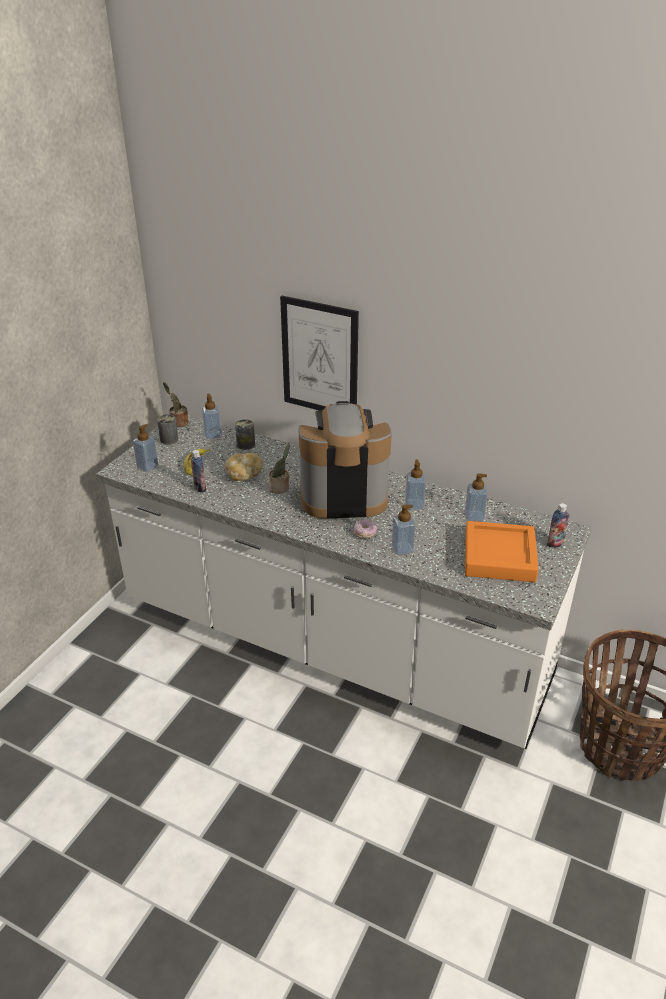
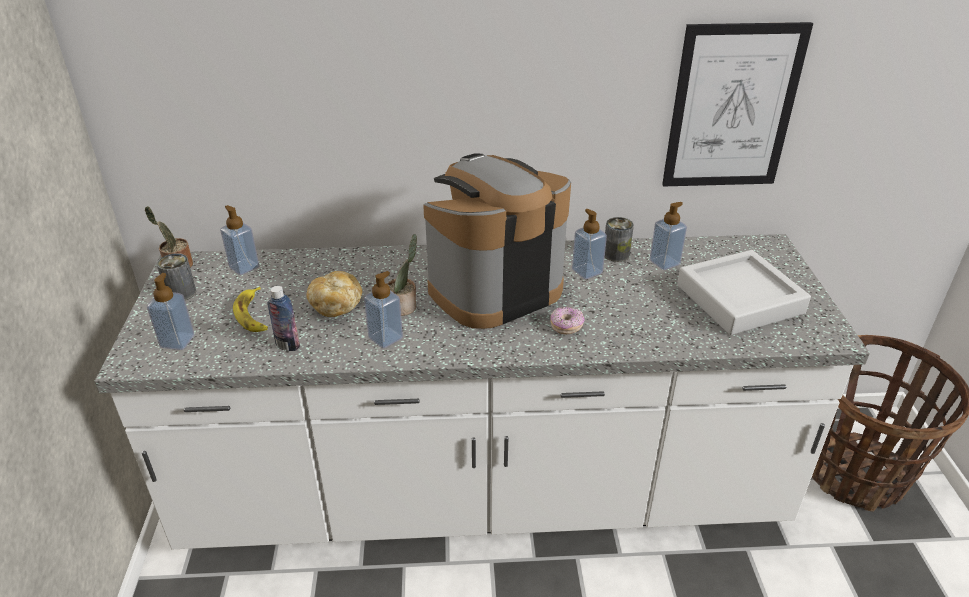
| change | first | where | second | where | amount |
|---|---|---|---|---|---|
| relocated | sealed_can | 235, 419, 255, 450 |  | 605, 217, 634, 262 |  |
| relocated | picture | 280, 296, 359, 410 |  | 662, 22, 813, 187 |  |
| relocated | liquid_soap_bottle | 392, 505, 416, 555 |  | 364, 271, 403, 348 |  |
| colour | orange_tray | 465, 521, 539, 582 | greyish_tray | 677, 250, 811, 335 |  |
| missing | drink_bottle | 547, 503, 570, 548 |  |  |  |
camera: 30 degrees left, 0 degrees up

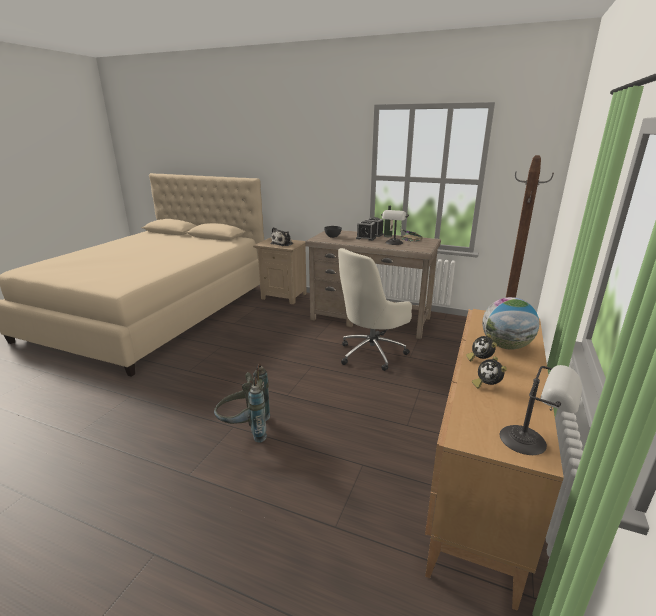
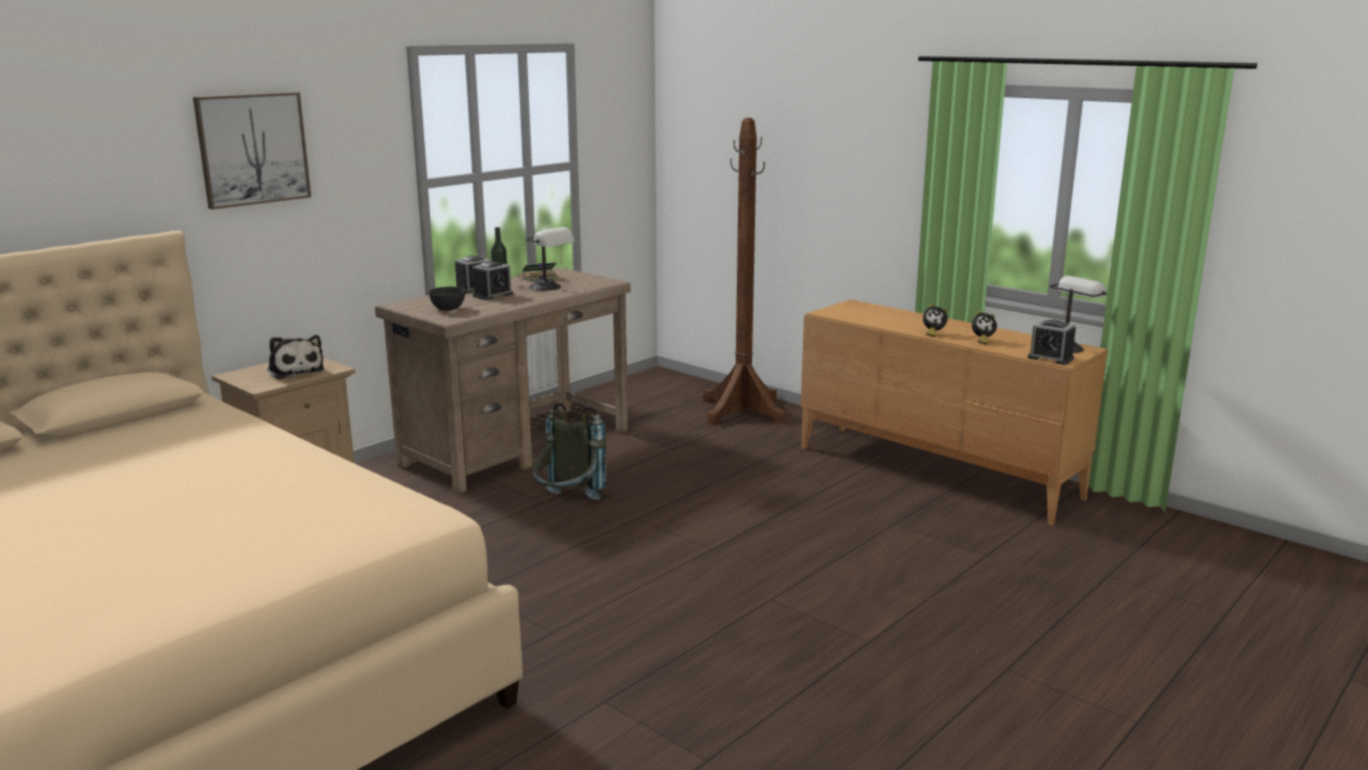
| change | first | where | second | where | amount |
|---|---|---|---|---|---|
| relocated | greyish_backpack | 214, 363, 270, 443 |  | 533, 403, 607, 500 |  |
| missing | beige_office_chair | 338, 248, 412, 371 |  |  |  |
| missing | globe | 482, 297, 539, 350 |  |  |  |
| appeared |  |  | picture | 193, 92, 311, 209 |  |
| appeared |  |  | alarm_clock | 1028, 320, 1076, 365 |  |
camera: 70 degrees left, 5 degrees down

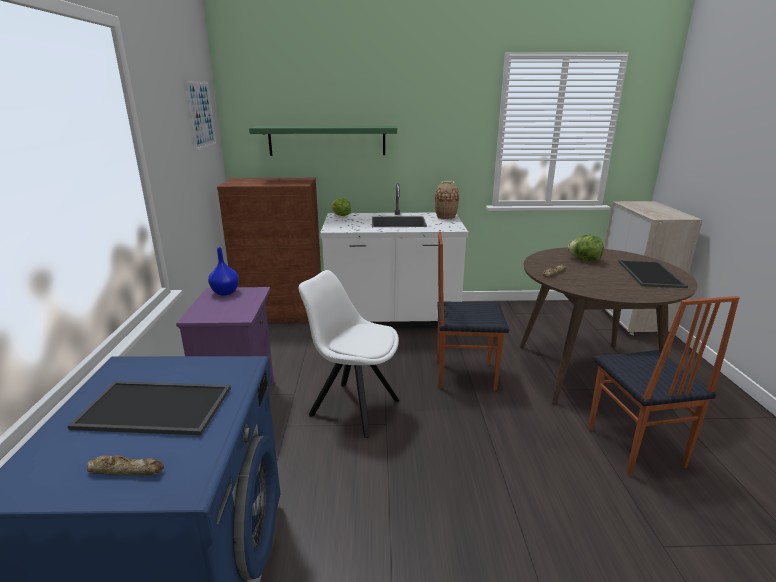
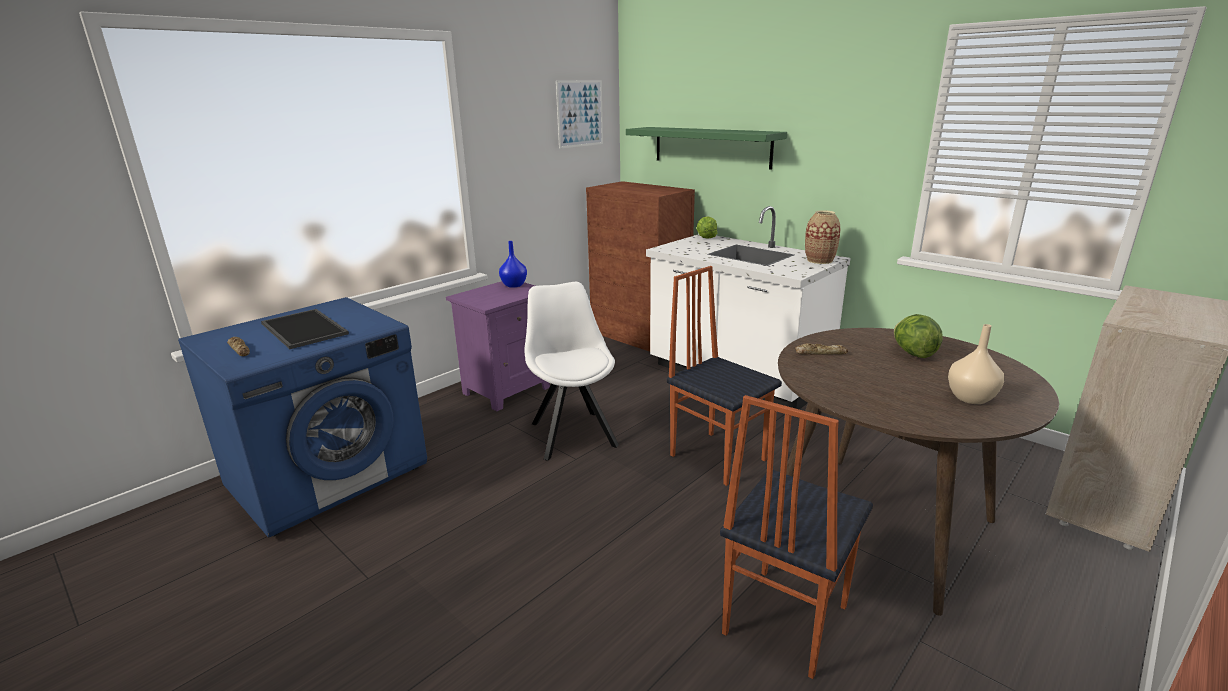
| change | first | where | second | where | amount |
|---|---|---|---|---|---|
| exchanged | tray | 619, 260, 688, 288 | beige_flower_vase | 948, 324, 1004, 404 |  |
camera: 45 degrees right, 0 degrees up

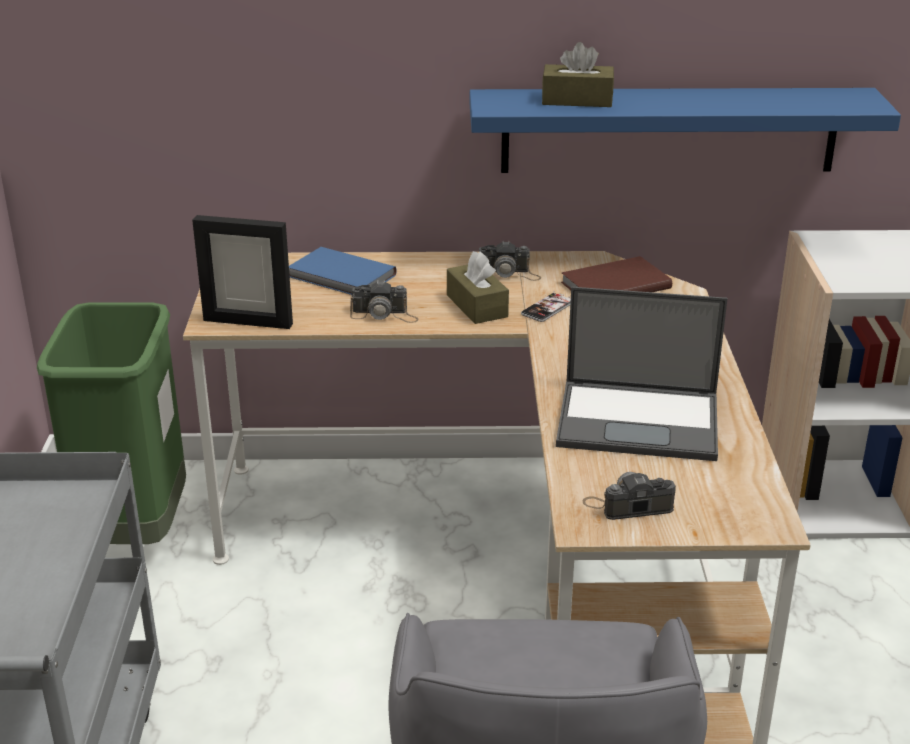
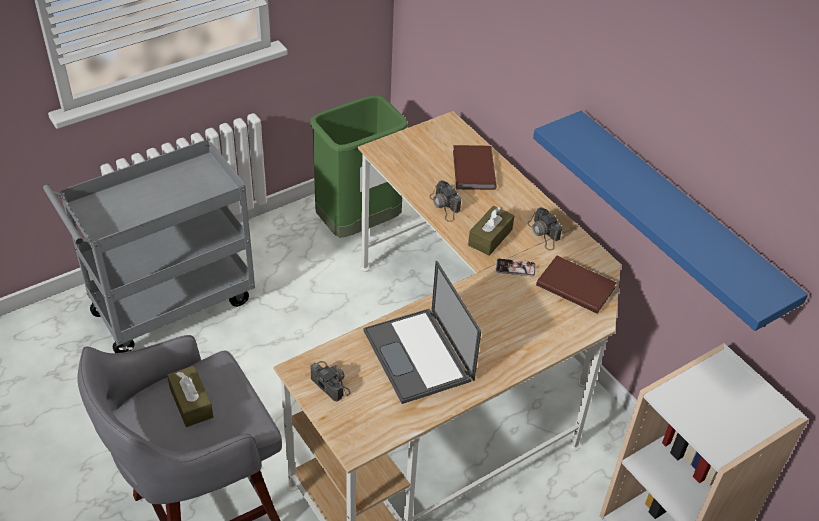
| change | first | where | second | where | amount |
|---|---|---|---|---|---|
| missing | picture_frame | 192, 215, 293, 329 |  |  |  |
| colour | bluish_volume | 289, 247, 396, 295 | brown-coloured_volume | 453, 145, 497, 190 |  |
| relocated | brown-coloured_box_of_tissues | 542, 42, 614, 107 |  | 167, 366, 213, 427 |  |
camera: 55 degrees right, 15 degrees up

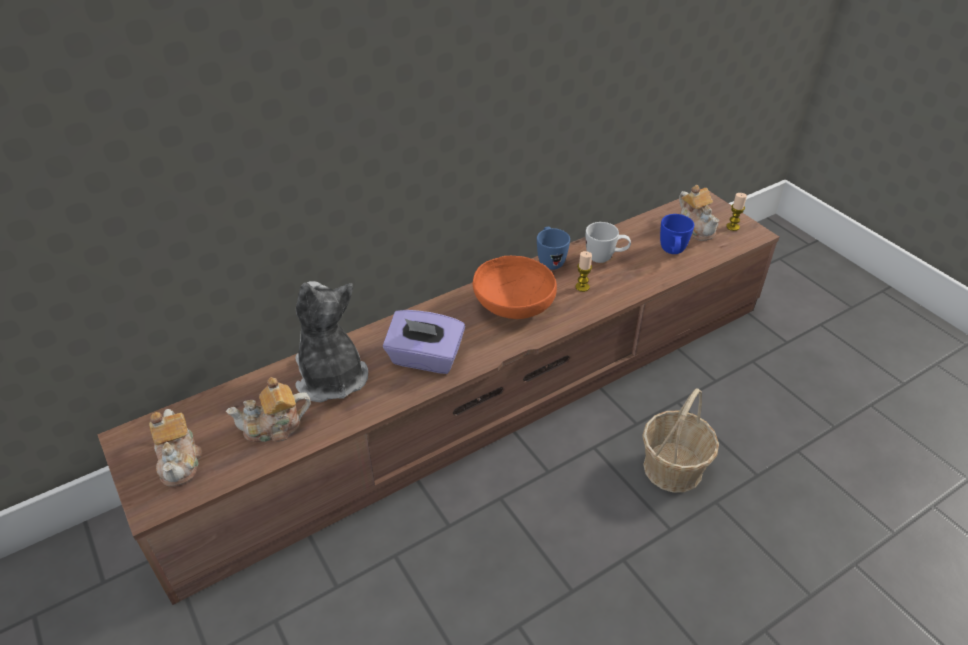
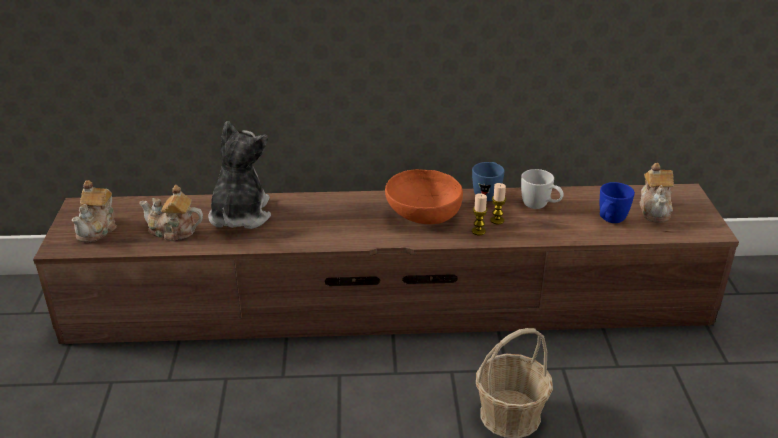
| change | first | where | second | where | amount |
|---|---|---|---|---|---|
| missing | purplish_box_of_tissues | 383, 310, 465, 374 |  |  |  |
| relocated | wax_light | 726, 193, 747, 231 |  | 472, 193, 487, 235 |  |
camera: 30 degrees right, 10 degrees down

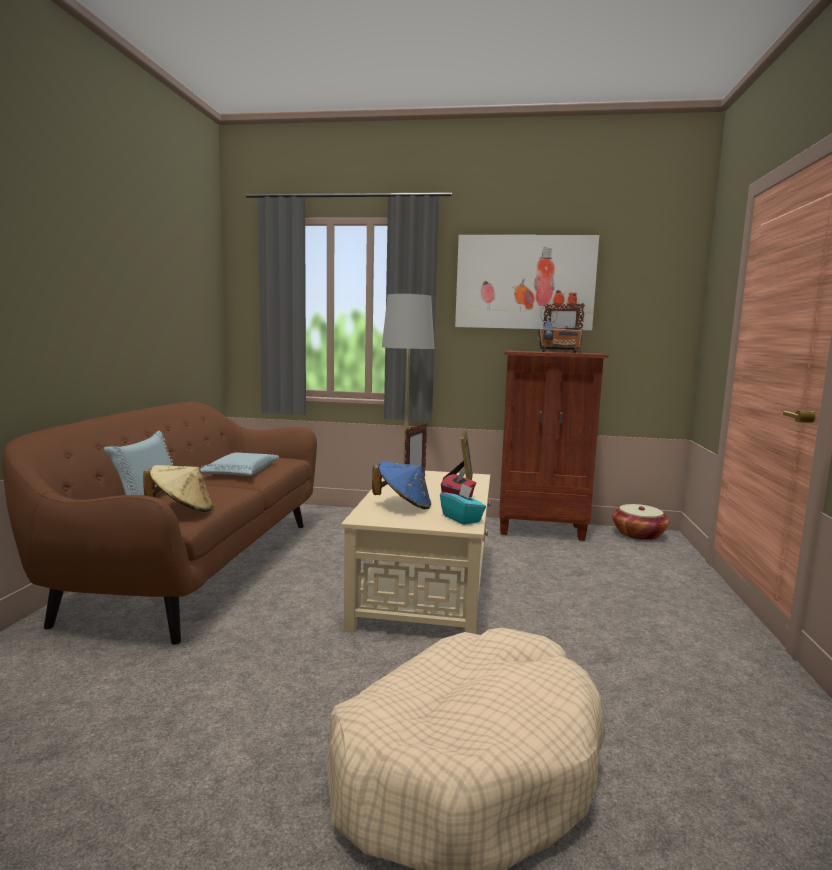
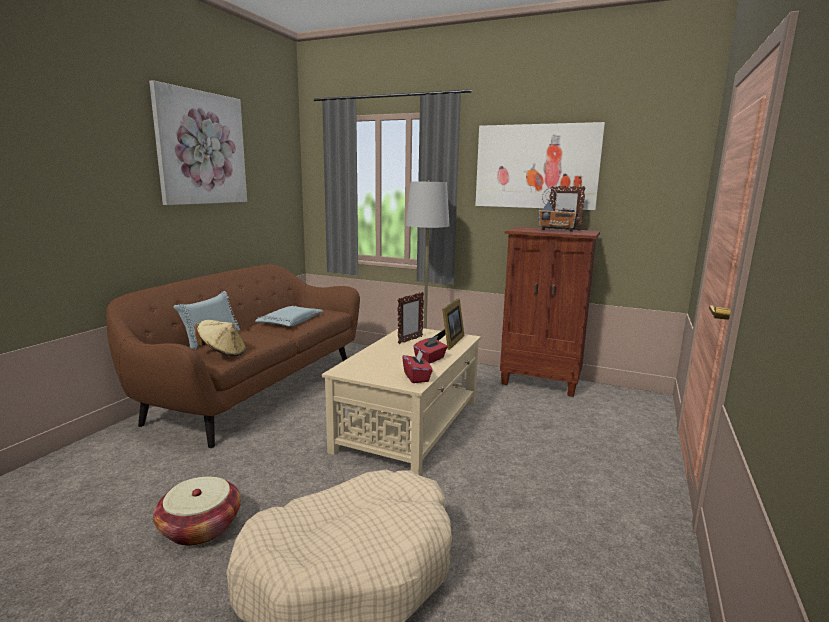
| change | first | where | second | where | amount |
|---|---|---|---|---|---|
| missing | bluish_wearable_hat | 372, 462, 431, 509 |  |  |  |
| colour | turquoise_box_of_tissues | 440, 483, 486, 525 | red_box_of_tissues | 402, 349, 433, 383 |  |
| relocated | household_basket | 612, 504, 669, 540 |  | 153, 476, 241, 546 |  |
| appeared |  |  | picture | 149, 80, 247, 205 |  |
camera: 15 degrees right, 5 degrees up

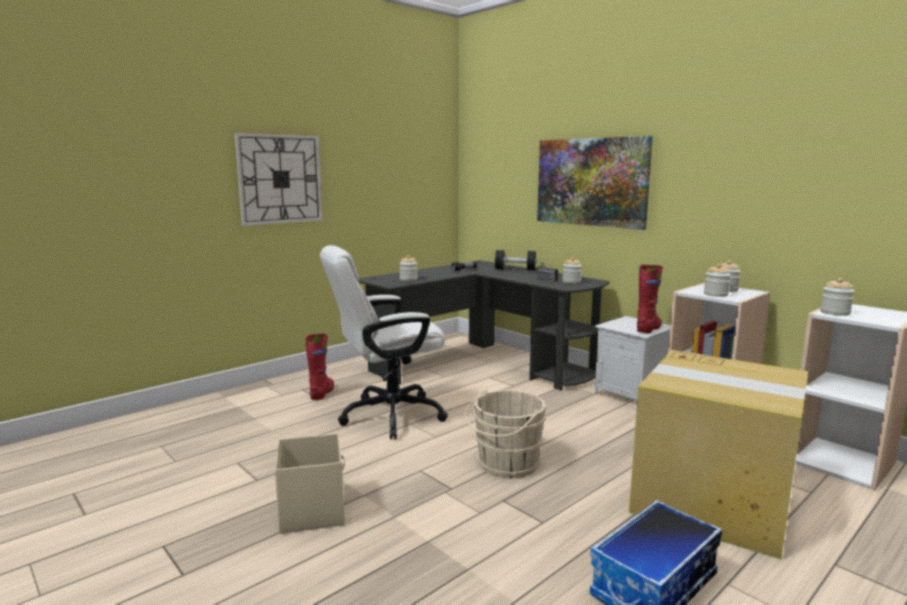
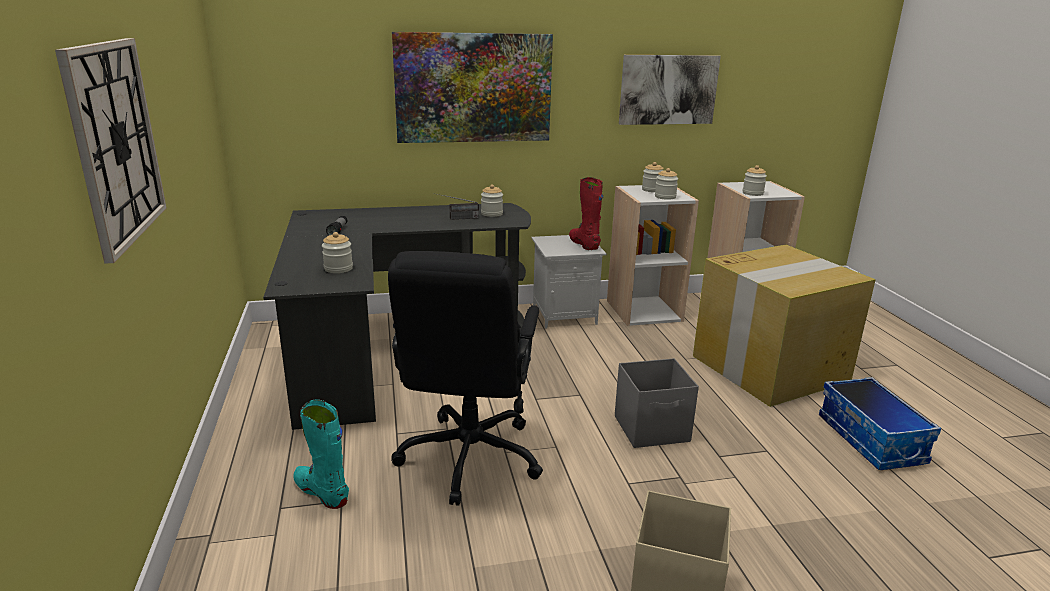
| change | first | where | second | where | amount |
|---|---|---|---|---|---|
| colour | red_high-top_boot | 305, 334, 334, 400 | turquoise_high-top_boot | 293, 399, 349, 509 |  |
| colour | white_office_chair | 320, 245, 448, 439 | black-coloured_office_chair | 388, 251, 543, 506 |  |
| exchanged | beige_pail | 464, 389, 546, 478 | greyish_storage_box | 615, 358, 699, 448 |  |
| missing | black-coloured_free_weight | 495, 250, 537, 270 |  |  |  |
| appeared |  |  | picture | 619, 55, 721, 125 |  |
camera: 60 degrees left, 10 degrees up

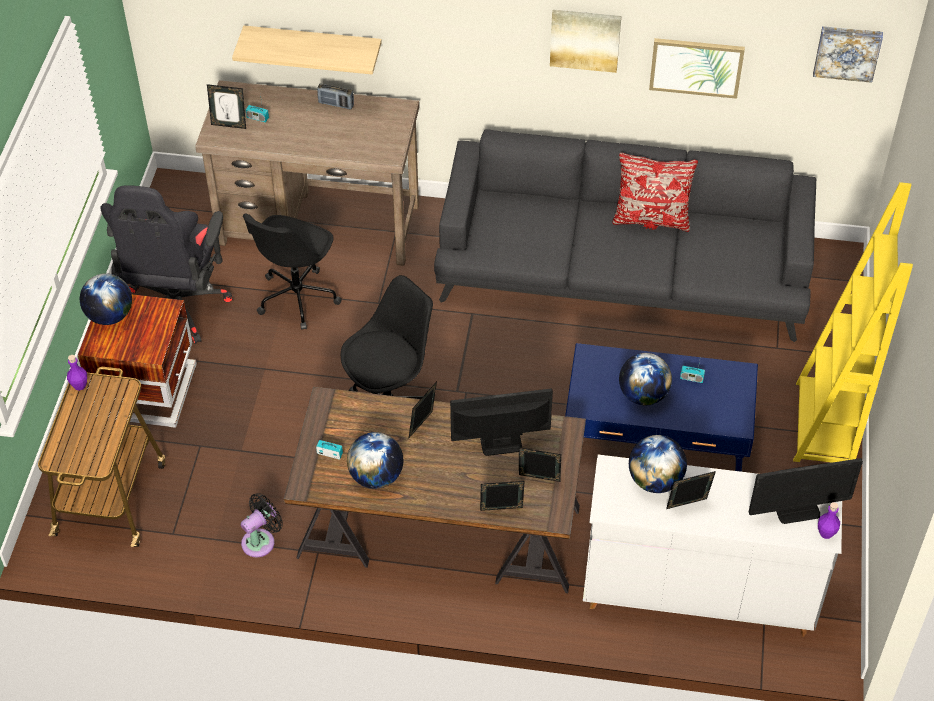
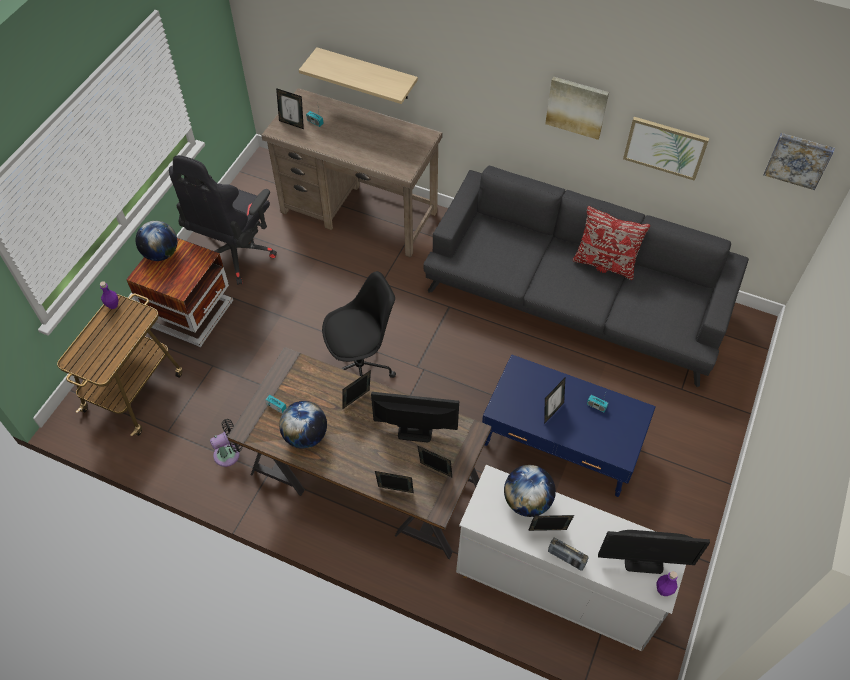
| change | first | where | second | where | amount |
|---|---|---|---|---|---|
| missing | black-coloured_office_chair | 243, 213, 342, 330 |  |  |  |
| relocated | radio_receiver | 317, 84, 354, 109 |  | 548, 537, 589, 571 |  |
| exchanged | globe | 619, 353, 672, 405 | picture_frame | 544, 378, 565, 424 |  |
| missing | yellow-coloured_shelving_unit | 793, 182, 913, 463 |  |  |  |
camera: 15 degrees right, 5 degrees up

